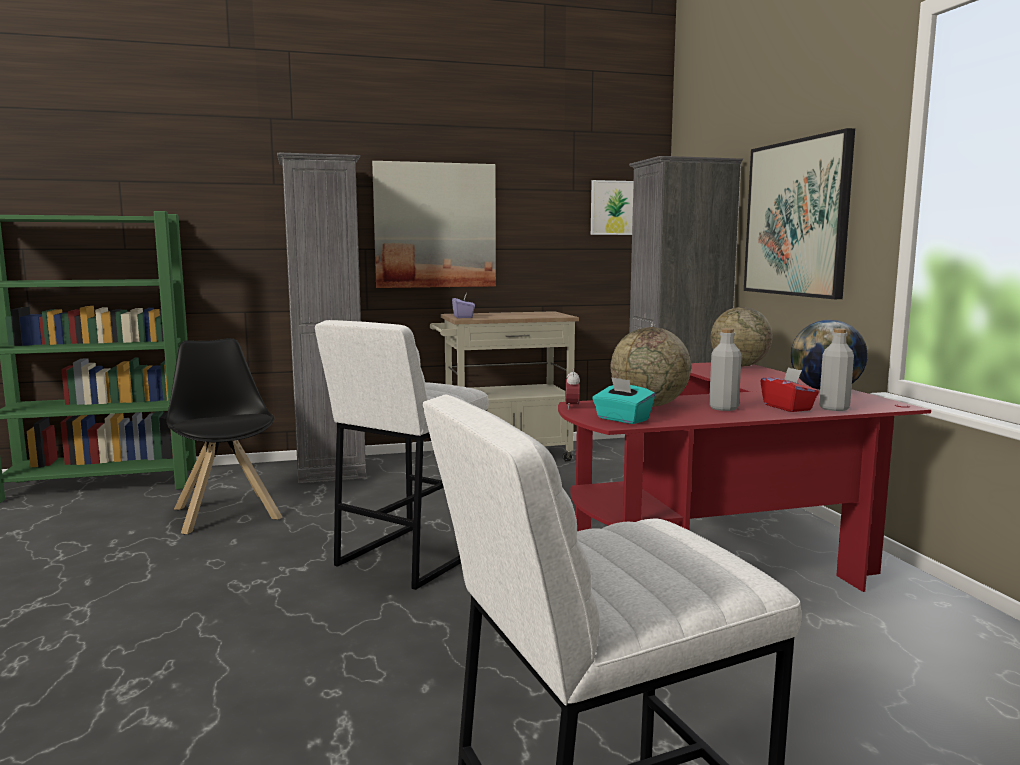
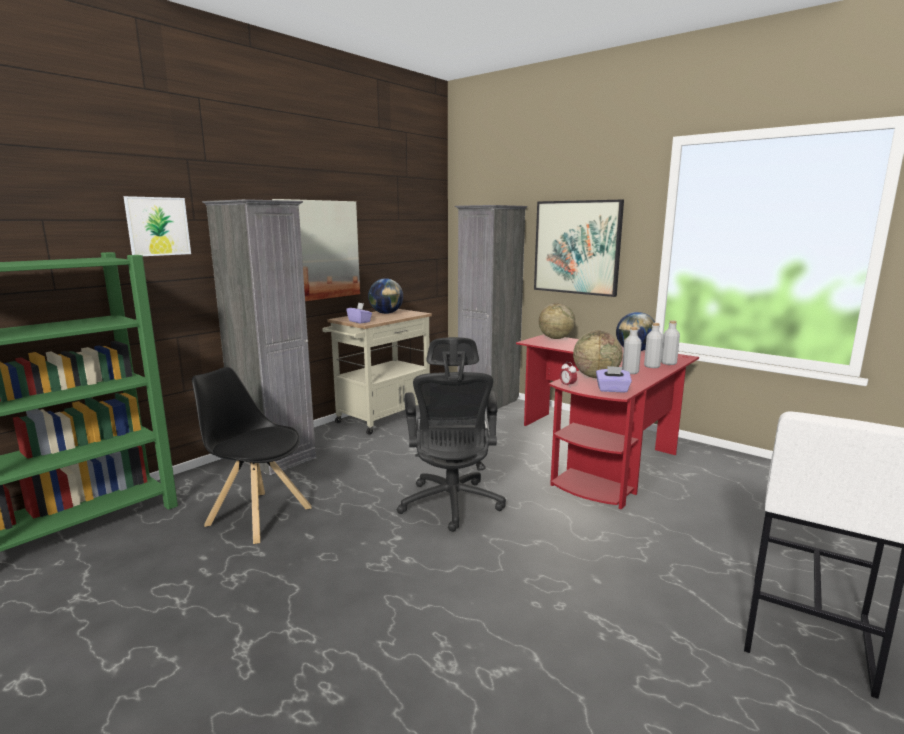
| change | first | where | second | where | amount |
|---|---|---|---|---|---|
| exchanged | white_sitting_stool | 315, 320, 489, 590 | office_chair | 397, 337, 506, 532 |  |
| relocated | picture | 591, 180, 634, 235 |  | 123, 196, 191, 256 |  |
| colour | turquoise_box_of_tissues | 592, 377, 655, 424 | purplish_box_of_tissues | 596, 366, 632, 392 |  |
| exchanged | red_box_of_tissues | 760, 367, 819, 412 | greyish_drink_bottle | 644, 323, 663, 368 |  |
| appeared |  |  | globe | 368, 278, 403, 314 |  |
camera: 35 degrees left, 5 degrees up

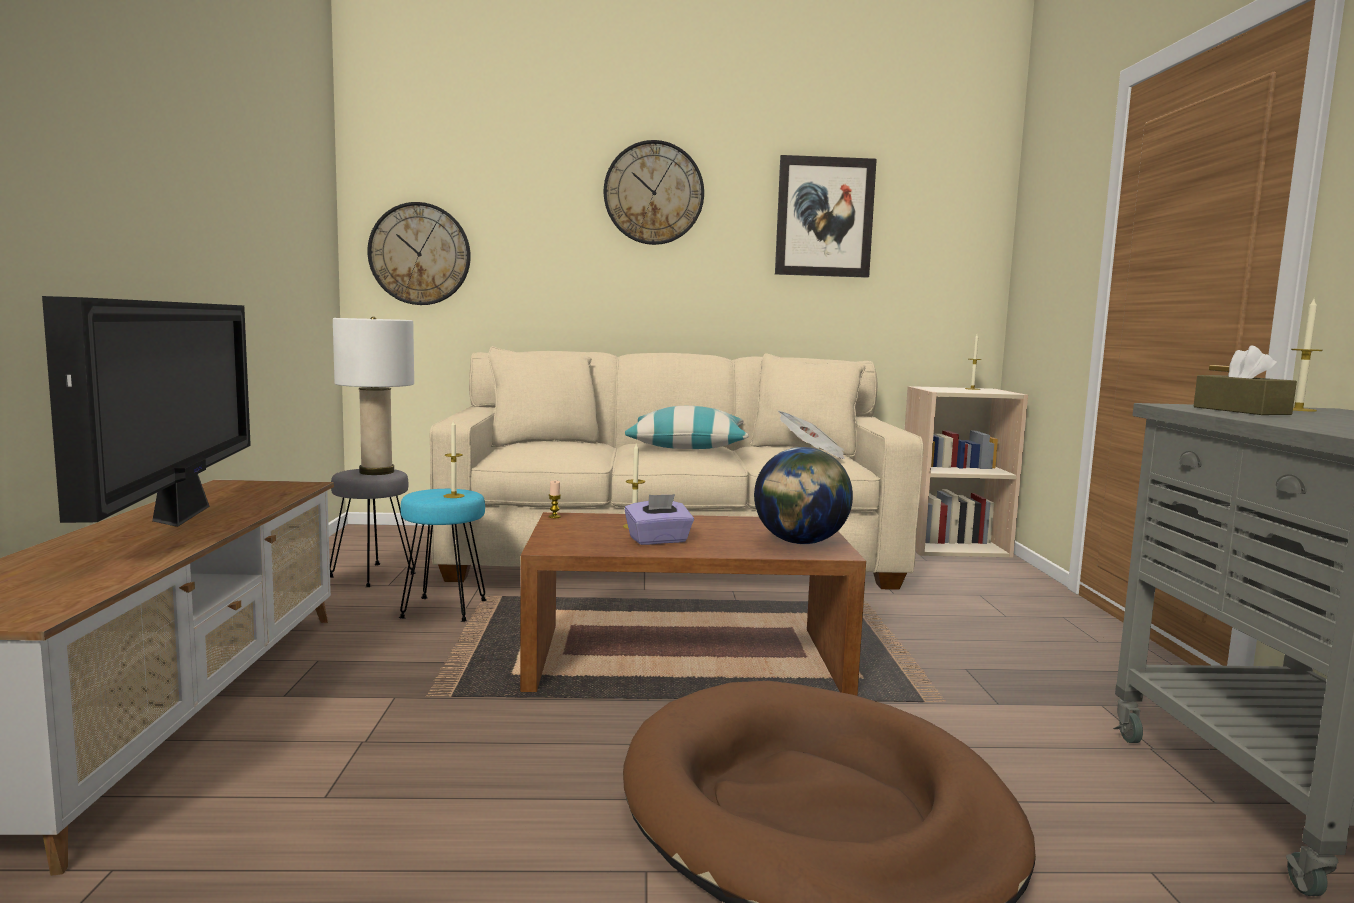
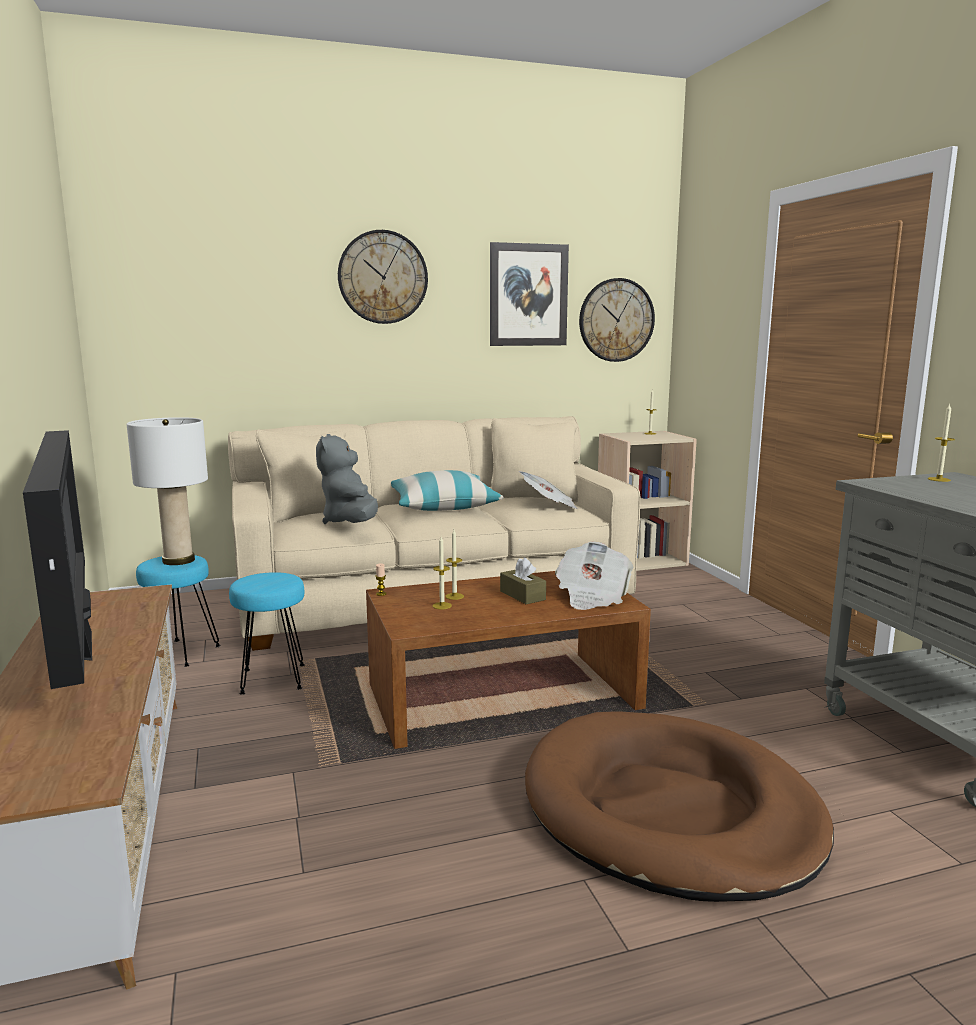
| change | first | where | second | where | amount |
|---|---|---|---|---|---|
| colour | greyish_sitting_stool | 330, 469, 415, 587 | turquoise_sitting_stool | 136, 555, 221, 667 |  |
| relocated | clock_on_the_wall | 367, 202, 471, 305 |  | 579, 278, 655, 362 |  |
| relocated | wax_light | 443, 420, 465, 498 |  | 433, 537, 452, 609 |  |
| missing | purplish_box_of_tissues | 625, 494, 694, 545 |  |  |  |
| exchanged | globe | 754, 447, 853, 544 | daily_paper | 555, 542, 633, 610 |  |
| relocated | brown-coloured_box_of_tissues | 1194, 345, 1297, 415 |  | 500, 557, 546, 604 |  |
| appeared |  |  | greyish_plush_toy | 316, 434, 378, 524 |  |
camera: 15 degrees left, 5 degrees up

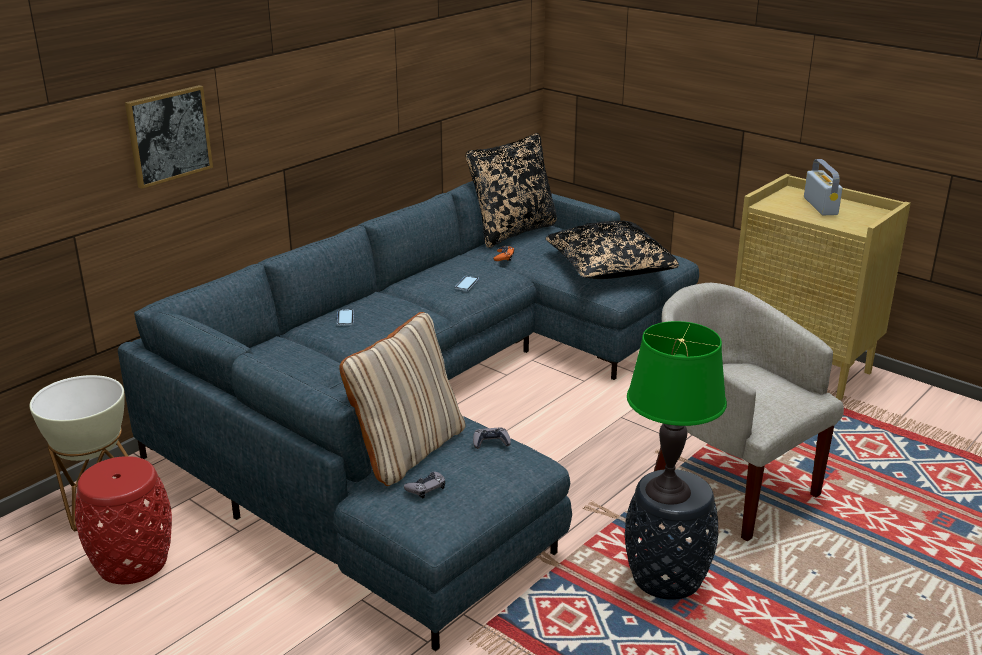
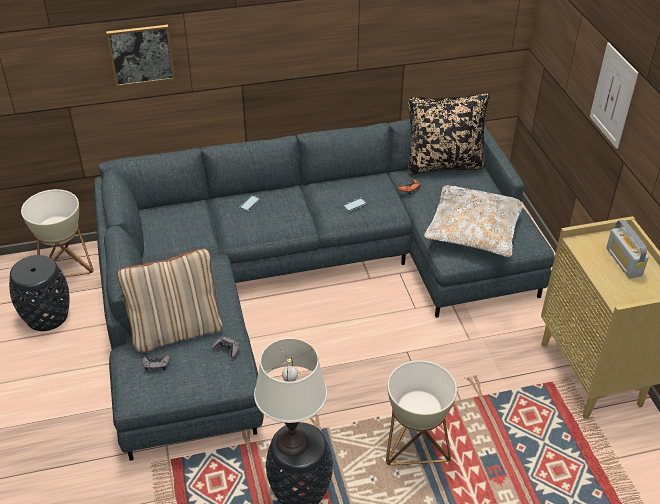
| change | first | where | second | where | amount |
|---|---|---|---|---|---|
| colour | red_sitting_stool | 75, 456, 172, 584 | black-coloured_sitting_stool | 9, 255, 70, 331 |  |
| colour | black-coloured_throw_pillow | 546, 220, 679, 279 | white_throw_pillow | 424, 185, 523, 257 |  |
| colour | greenish_tabletop_lamp | 627, 321, 727, 504 | white_tabletop_lamp | 254, 338, 327, 456 |  |
| exchanged | beige_lounge_chair | 654, 283, 844, 541 | planter | 386, 360, 457, 465 |  |
| spun | radio_receiver | 804, 159, 842, 215 |  | 606, 220, 649, 278 | 135 degrees clockwise |
| appeared |  |  | picture | 590, 42, 638, 149 |  |
camera: 35 degrees right, 15 degrees up

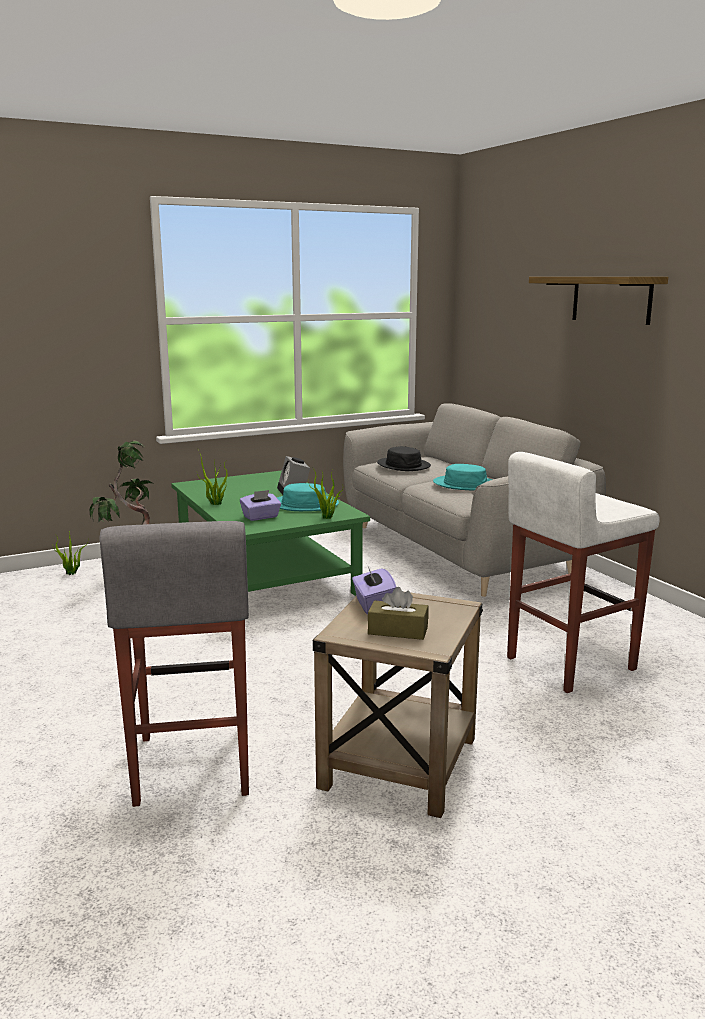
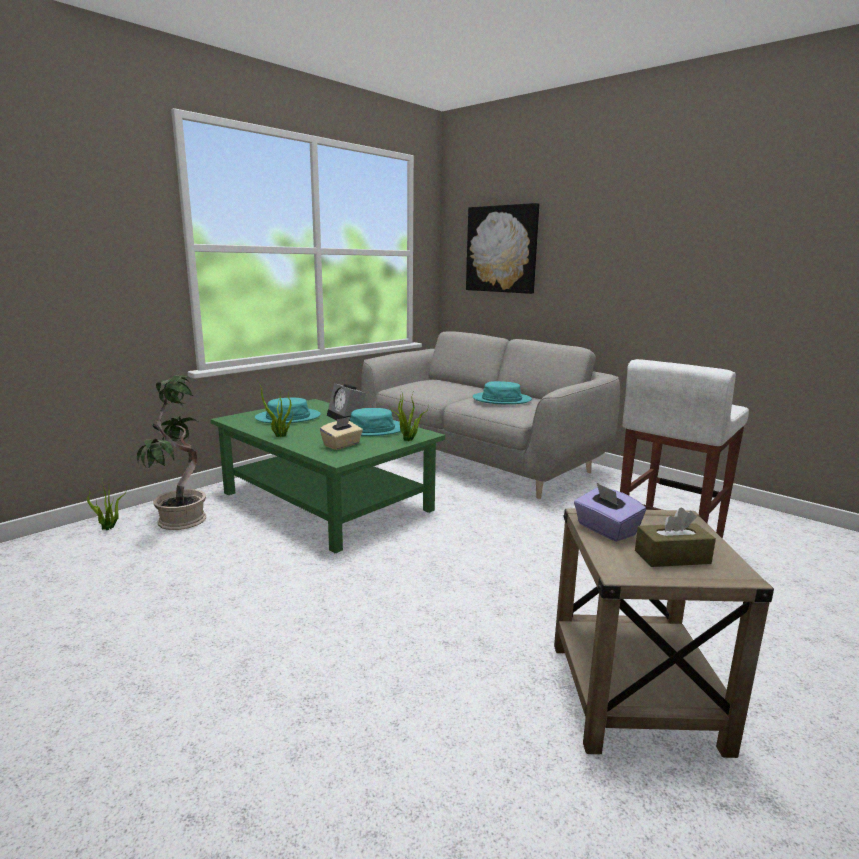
| change | first | where | second | where | amount |
|---|---|---|---|---|---|
| missing | greyish_sitting_stool | 99, 521, 249, 807 |  |  |  |
| colour | purplish_box_of_tissues | 240, 490, 281, 521 | beige_box_of_tissues | 320, 416, 363, 450 |  |
| missing | black-coloured_wearable_hat | 377, 446, 431, 471 |  |  |  |
| missing | wall_shelf | 529, 277, 668, 325 |  |  |  |
| appeared |  |  | turquoise_wearable_hat | 255, 398, 321, 424 |  |
| appeared |  |  | picture | 466, 203, 539, 294 |  |
camera: 20 degrees left, 0 degrees up

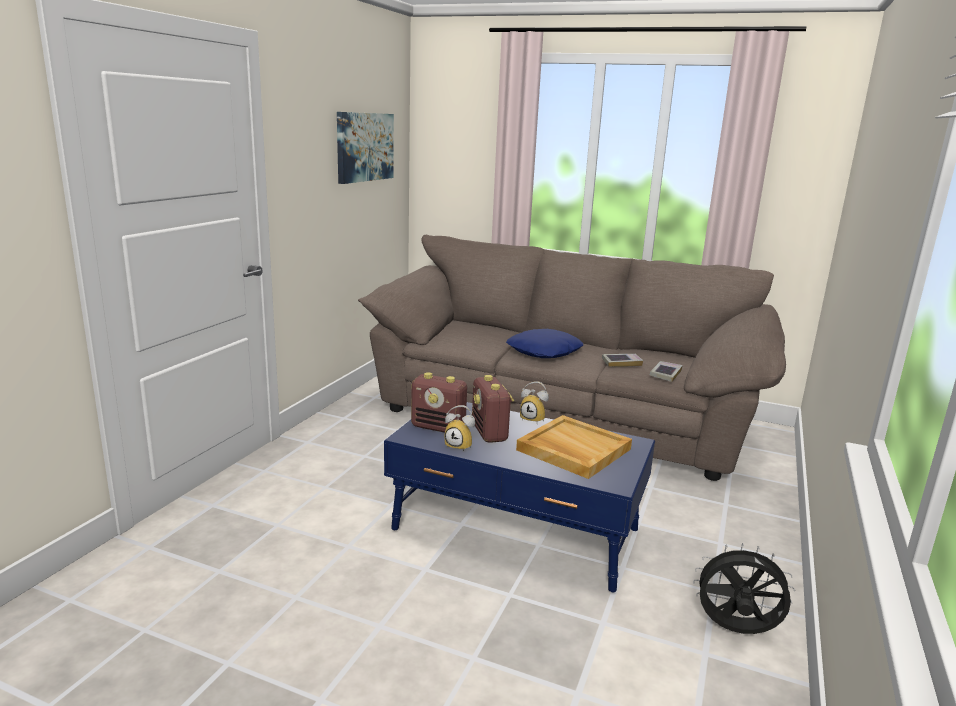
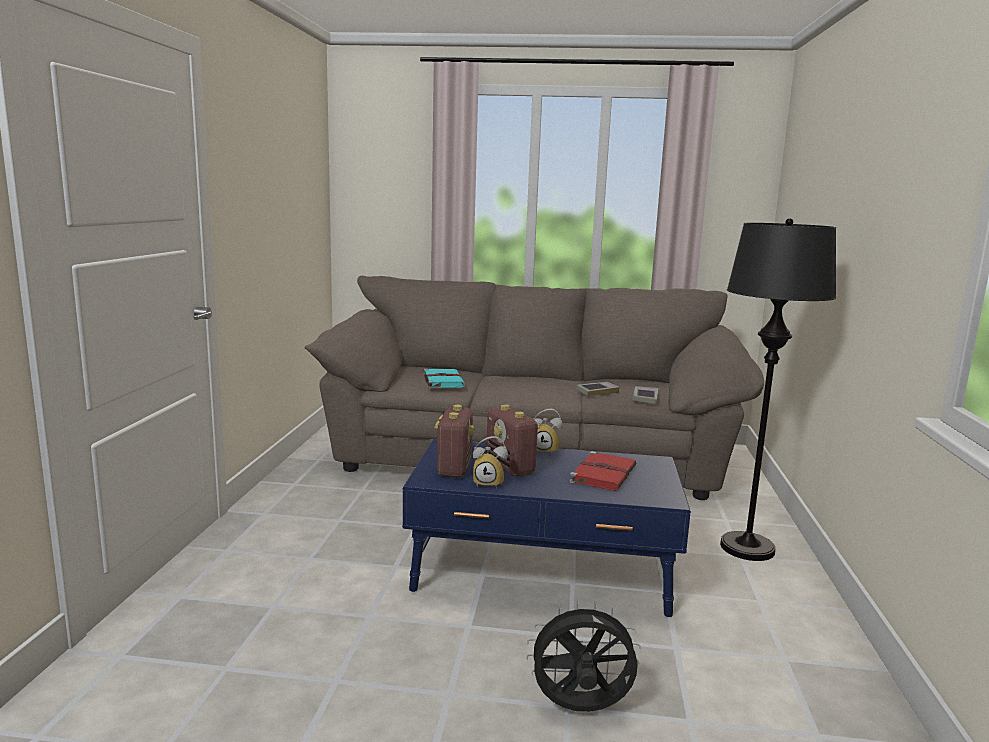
| change | first | where | second | where | amount |
|---|---|---|---|---|---|
| missing | picture | 337, 112, 394, 184 |  |  |  |
| spun | radio_receiver | 411, 372, 467, 433 |  | 434, 405, 475, 478 | 90 degrees counterclockwise |
| missing | bluish_throw_pillow | 506, 329, 583, 358 |  |  |  |
| exchanged | beige_tray | 516, 415, 632, 479 | red_volume | 569, 451, 636, 491 |  |
| relocated | black-coloured_fan | 693, 543, 795, 634 |  | 526, 600, 641, 712 |  |
| appeared |  |  | turquoise_volume | 423, 369, 465, 389 |  |
| appeared |  |  | black-coloured_floor_lamp | 720, 218, 836, 561 |  |
camera: 15 degrees left, 5 degrees down

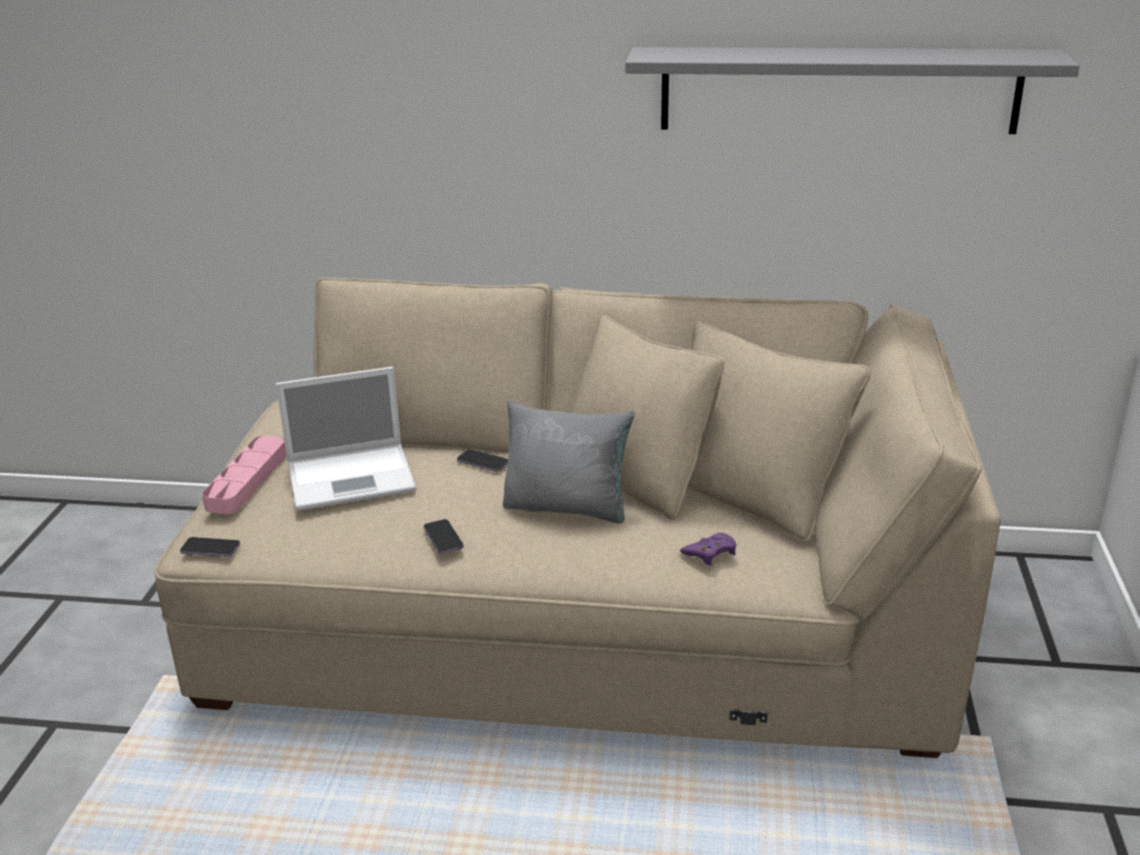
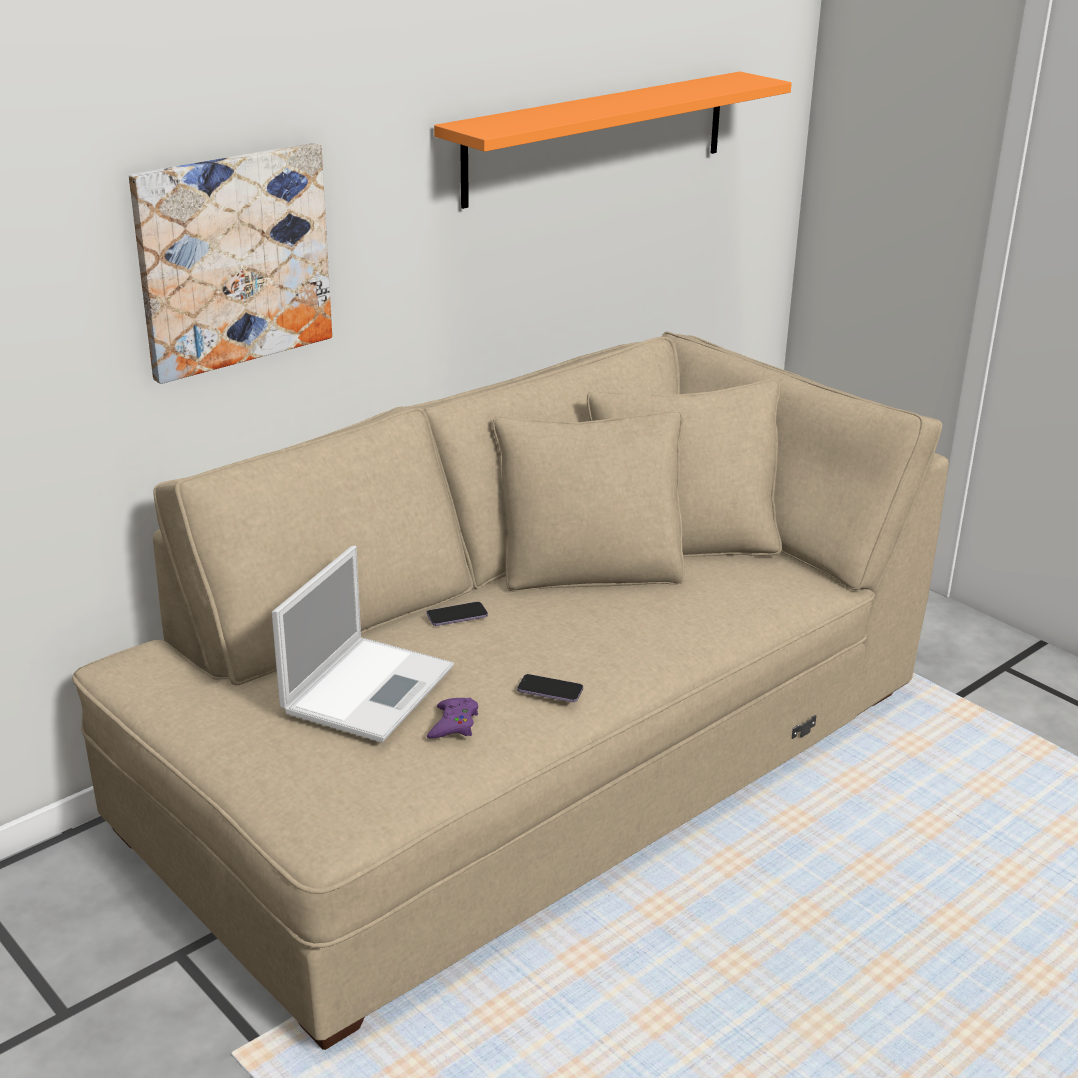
| change | first | where | second | where | amount |
|---|---|---|---|---|---|
| missing | telephone | 180, 537, 240, 557 |  |  |  |
| missing | pink_tray | 202, 435, 287, 514 |  |  |  |
| missing | greyish_throw_pillow | 503, 401, 635, 523 |  |  |  |
| colour | greyish_wall_shelf | 626, 47, 1080, 134 | orange_wall_shelf | 434, 72, 792, 209 |  |
| relocated | purplish_game_controller | 680, 533, 737, 566 |  | 427, 698, 478, 739 |  |
| appeared |  |  | picture | 129, 143, 332, 384 |  |
camera: 50 degrees left, 0 degrees up

